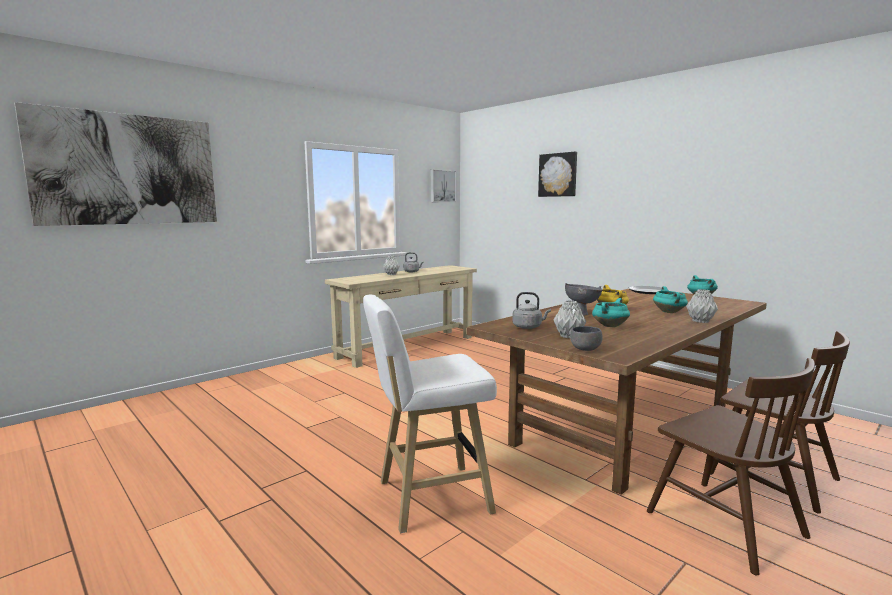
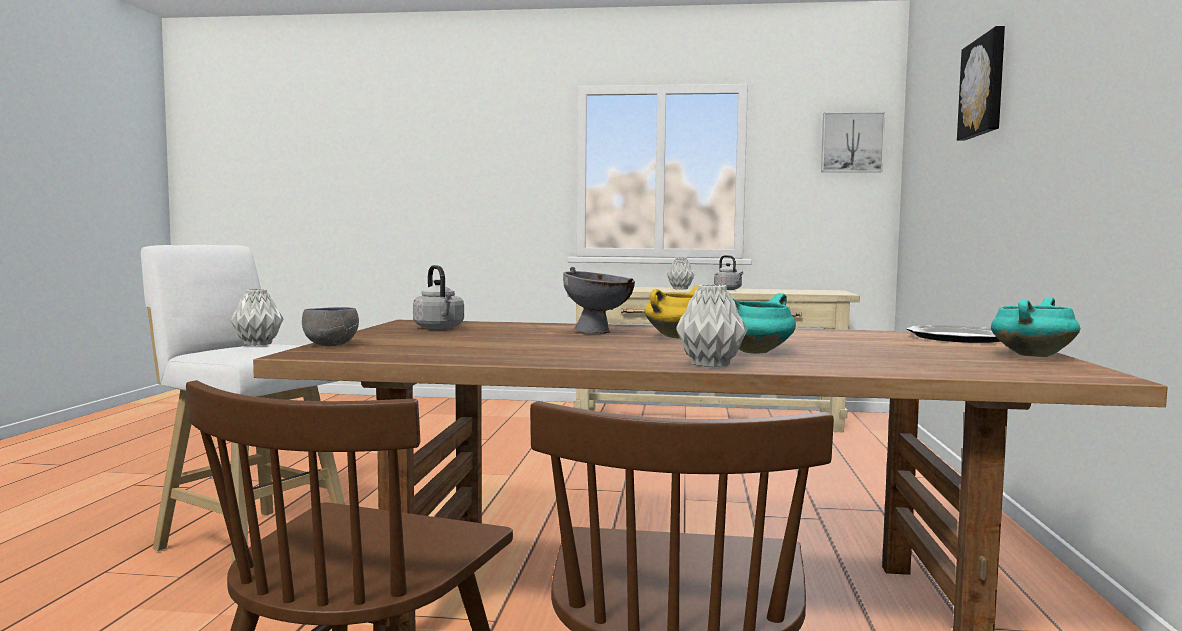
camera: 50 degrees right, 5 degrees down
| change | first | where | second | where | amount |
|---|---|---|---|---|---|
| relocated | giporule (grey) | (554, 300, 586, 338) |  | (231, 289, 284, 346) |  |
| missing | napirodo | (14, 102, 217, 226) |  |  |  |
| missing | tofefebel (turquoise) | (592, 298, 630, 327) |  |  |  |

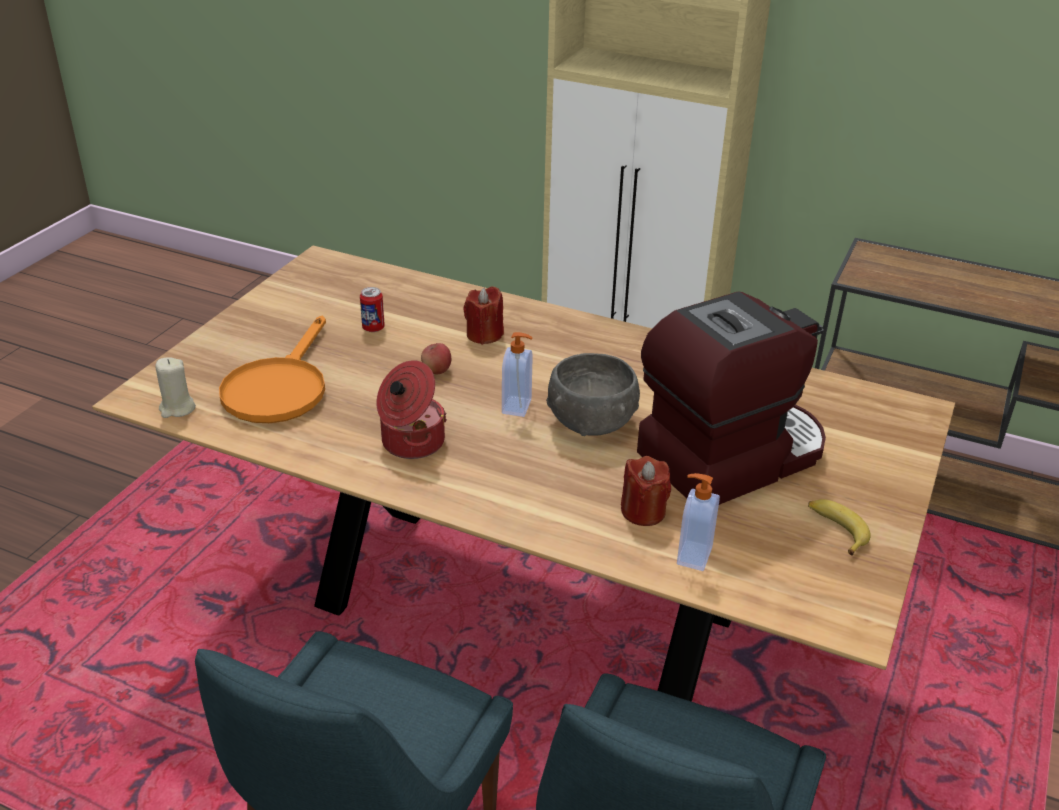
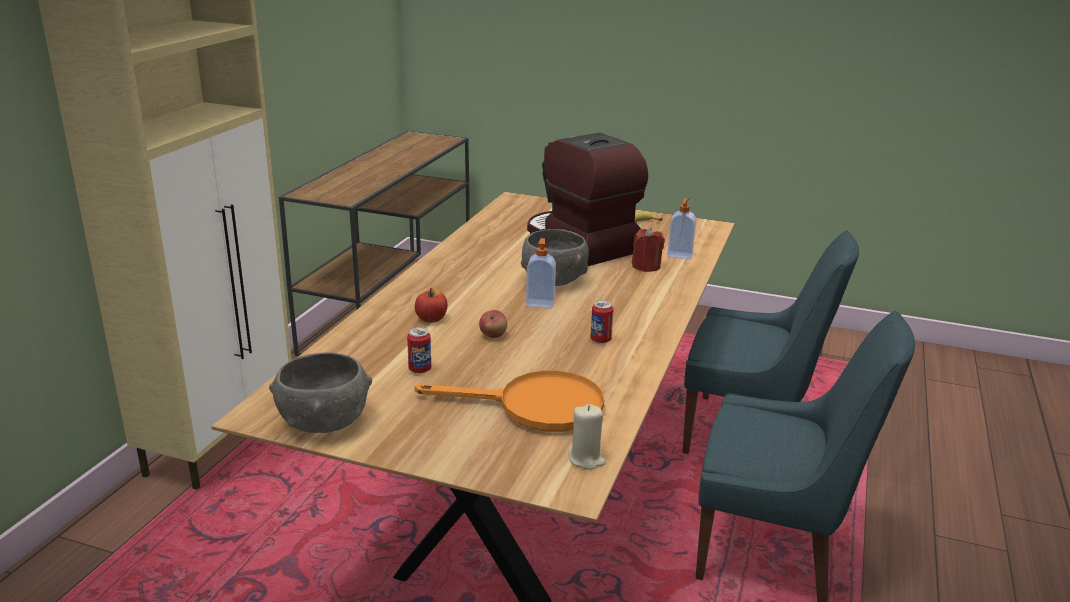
camera: 95 degrees left, 10 degrees down
| change | first | where | second | where | amount |
|---|---|---|---|---|---|
| appeared |  |  | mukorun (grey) | (269, 352, 372, 433) |  |
| exchanged | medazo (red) | (463, 286, 504, 345) | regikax | (415, 288, 447, 323) |  |
| exchanged | tofefebel | (376, 360, 447, 459) | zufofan | (590, 300, 614, 343) |  |

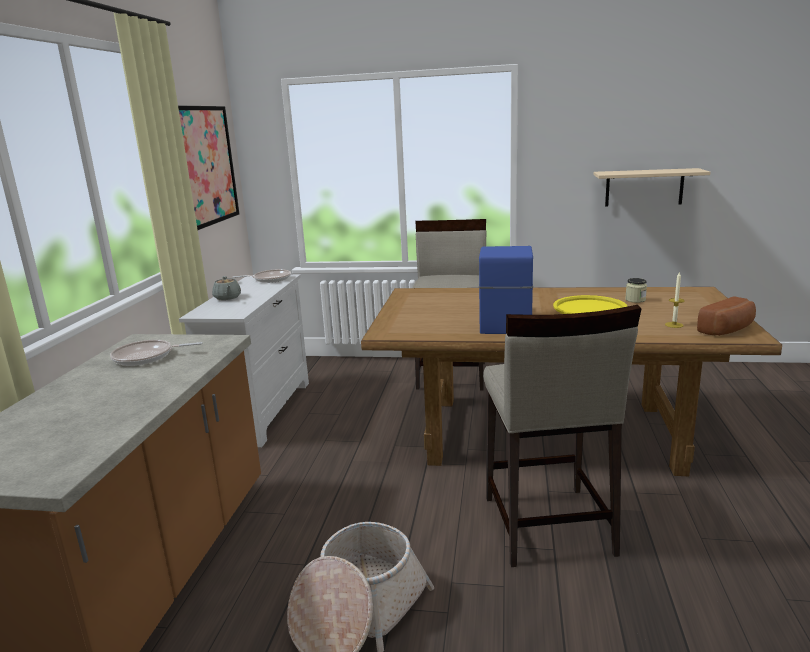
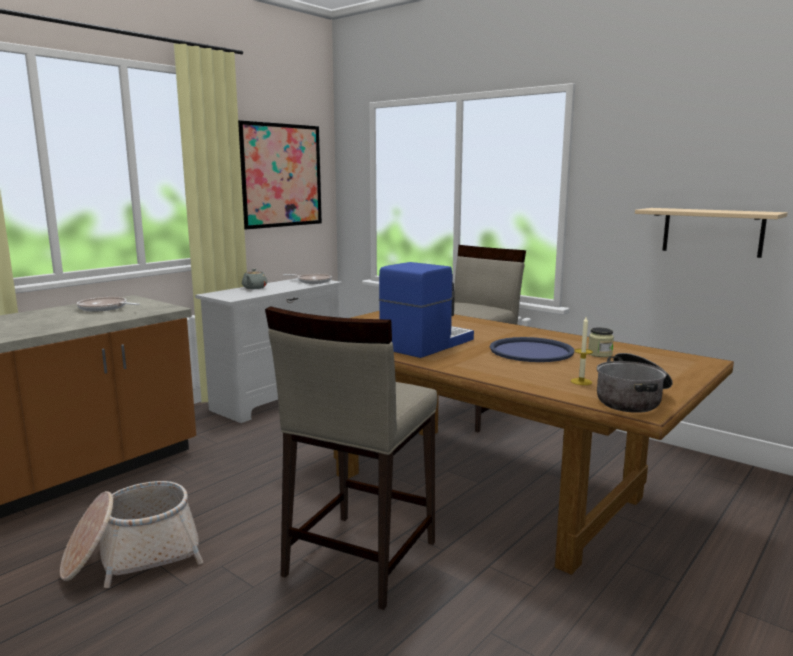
camera: 30 degrees right, 5 degrees down
| change | first | where | second | where | amount |
|---|---|---|---|---|---|
| colour | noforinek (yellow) | (553, 295, 628, 314) | noforinek (blue) | (490, 337, 574, 362) |  |
| exchanged | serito | (697, 297, 756, 336) | tofefebel | (597, 353, 673, 413) |  |

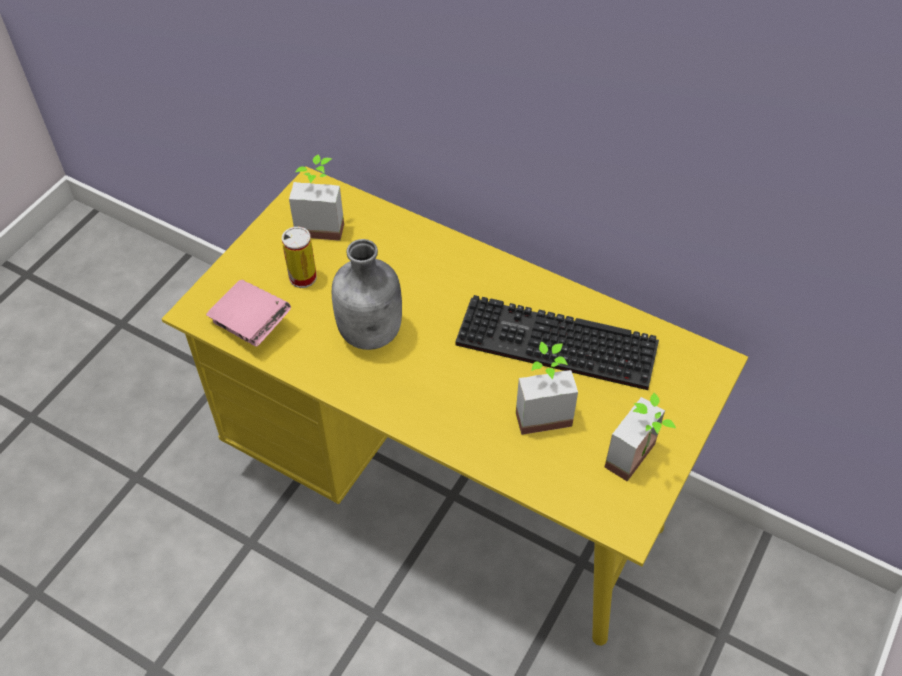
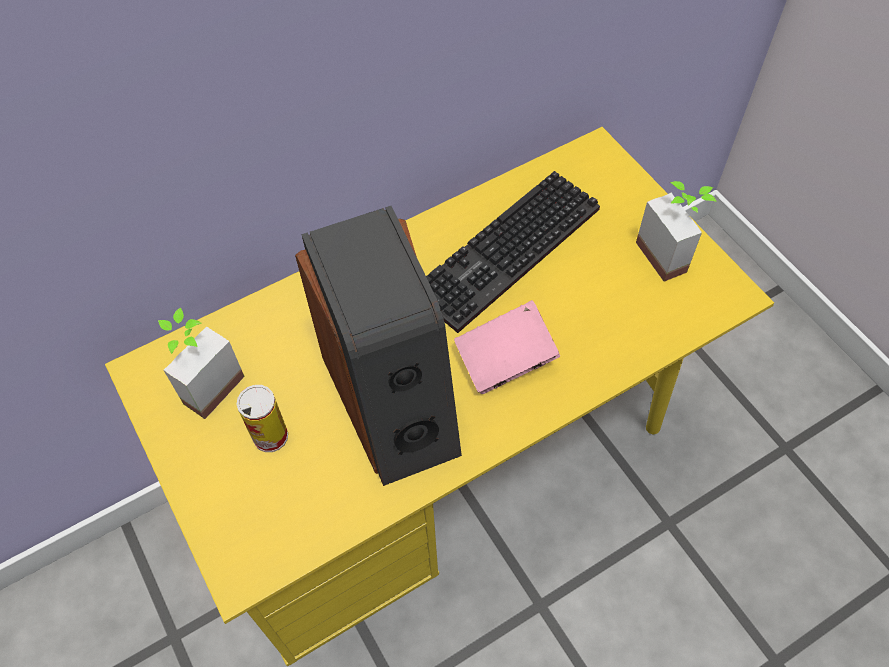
camera: 60 degrees left, 5 degrees up
| change | first | where | second | where | amount |
|---|---|---|---|---|---|
| exchanged | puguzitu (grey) | (332, 239, 402, 350) | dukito | (295, 206, 462, 486) |  |
| relocated | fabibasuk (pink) | (206, 280, 291, 347) |  | (454, 300, 560, 394) |  |
| missing | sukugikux | (516, 341, 578, 435) |  |  |  |

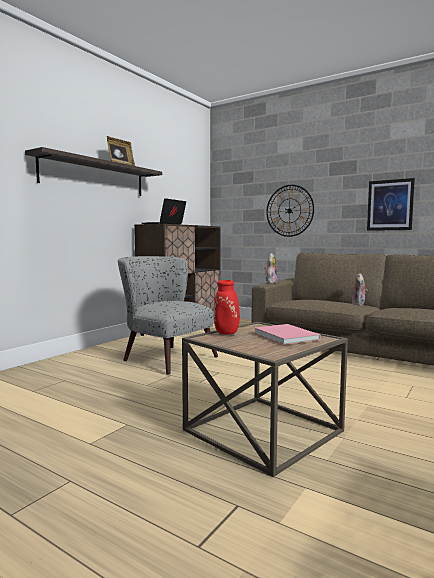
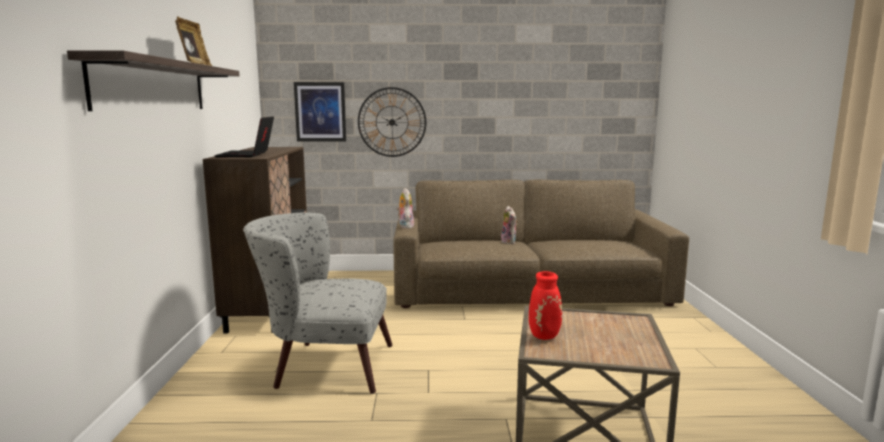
camera: 35 degrees left, 5 degrees up
| change | first | where | second | where | amount |
|---|---|---|---|---|---|
| relocated | napirodo | (367, 178, 415, 231) |  | (294, 82, 346, 142) |  |
| missing | fabibasuk (pink) | (254, 324, 321, 345) |  |  |  |

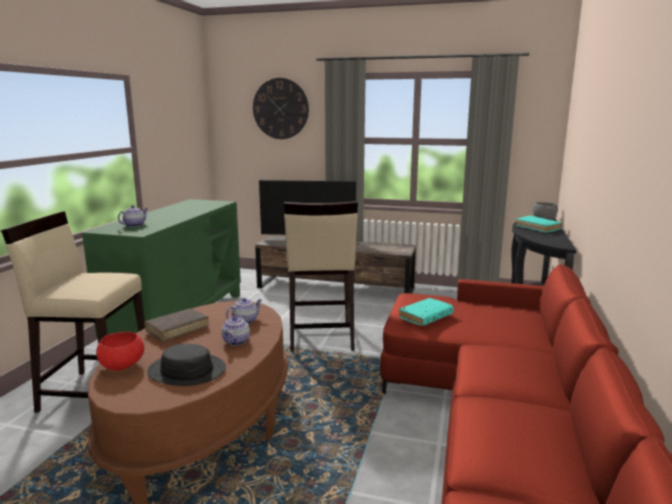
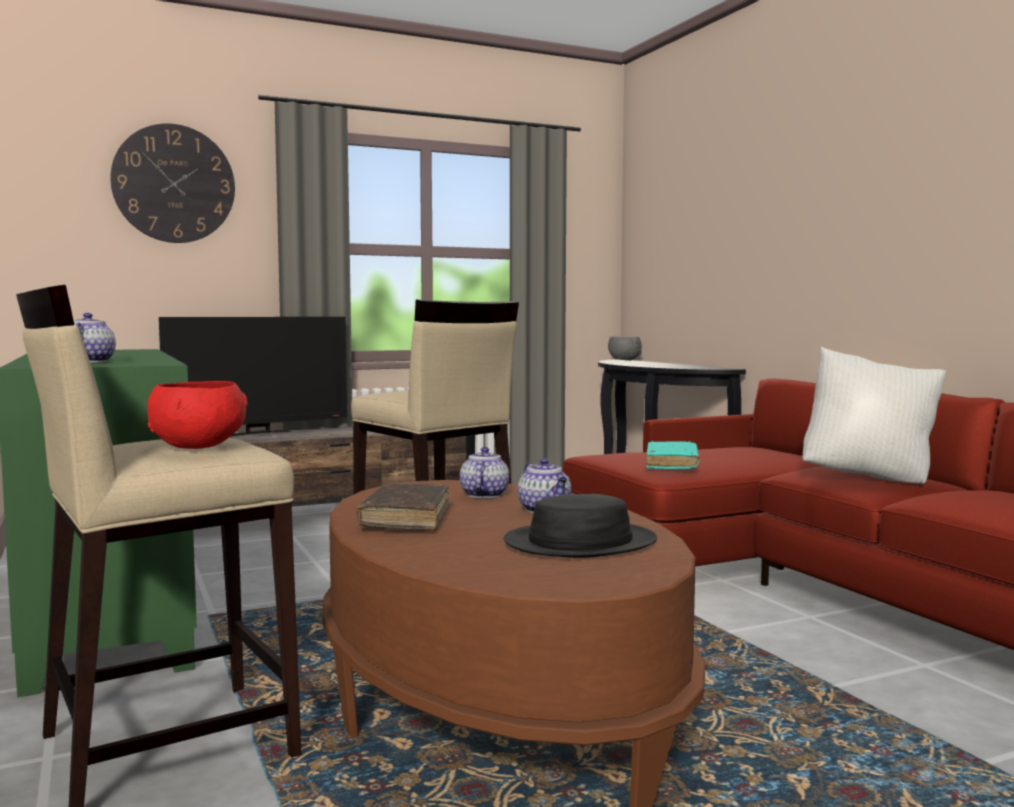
camera: 40 degrees left, 10 degrees down
| change | first | where | second | where | amount |
|---|---|---|---|---|---|
| relocated | mukorun (red) | (96, 332, 144, 371) |  | (147, 381, 248, 449) |  |
| appeared |  |  | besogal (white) | (803, 347, 947, 484) |  |
| missing | fabibasuk (turquoise) | (516, 216, 562, 233) |  |  |  |

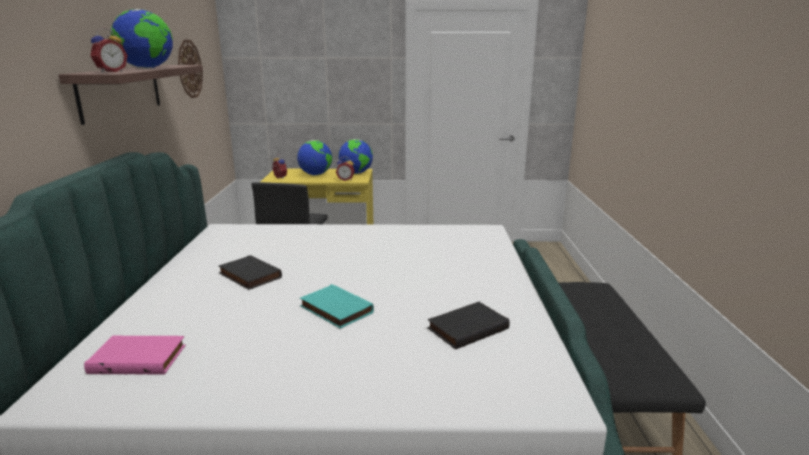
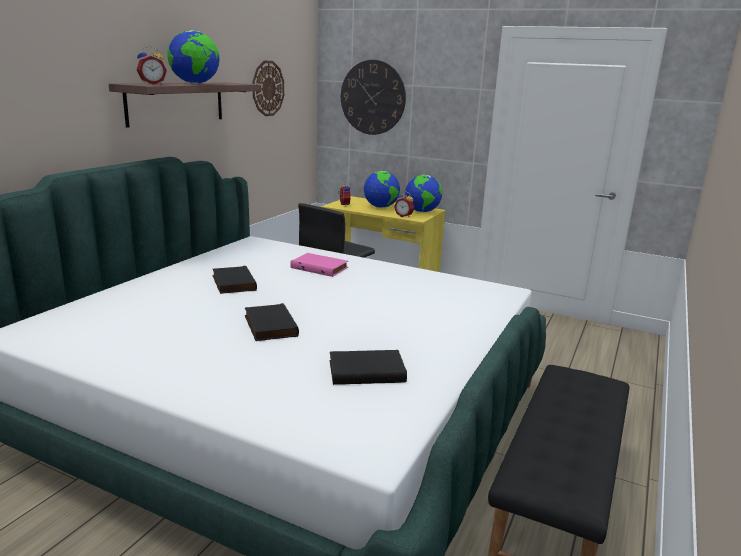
camera: 25 degrees right, 0 degrees up
| change | first | where | second | where | amount |
|---|---|---|---|---|---|
| colour | fabibasuk (turquoise) | (300, 284, 374, 329) | fabibasuk (black) | (245, 303, 299, 341) |  |
| relocated | fabibasuk (pink) | (84, 335, 186, 375) |  | (290, 253, 348, 277) |  |
| appeared |  |  | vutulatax | (341, 60, 406, 135) |  |

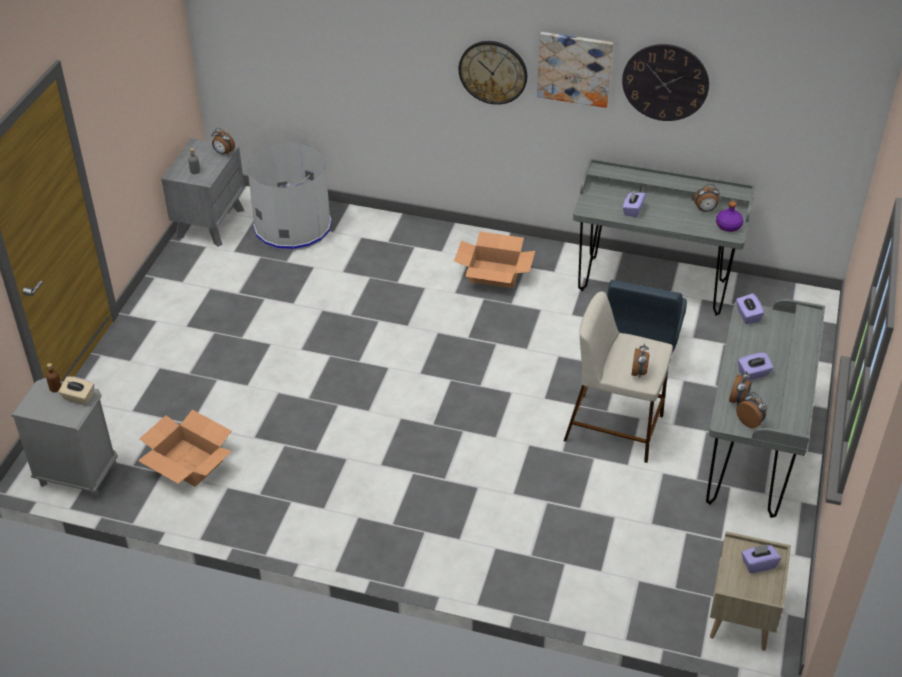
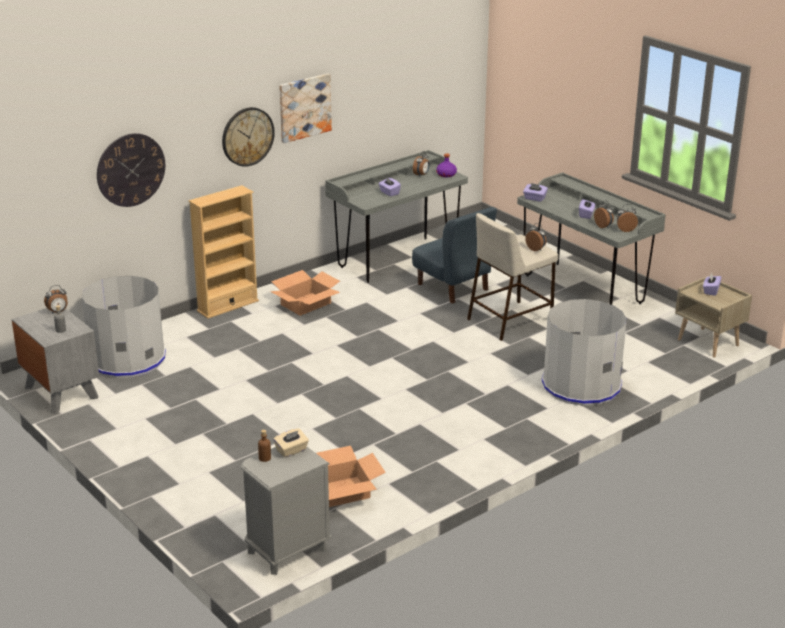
camera: 55 degrees left, 15 degrees down
| change | first | where | second | where | amount |
|---|---|---|---|---|---|
| relocated | vutulatax | (622, 44, 709, 121) |  | (97, 133, 165, 207) |  |
| appeared |  |  | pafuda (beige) | (188, 185, 259, 319) |  |
| appeared |  |  | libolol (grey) | (542, 299, 627, 406) |  |

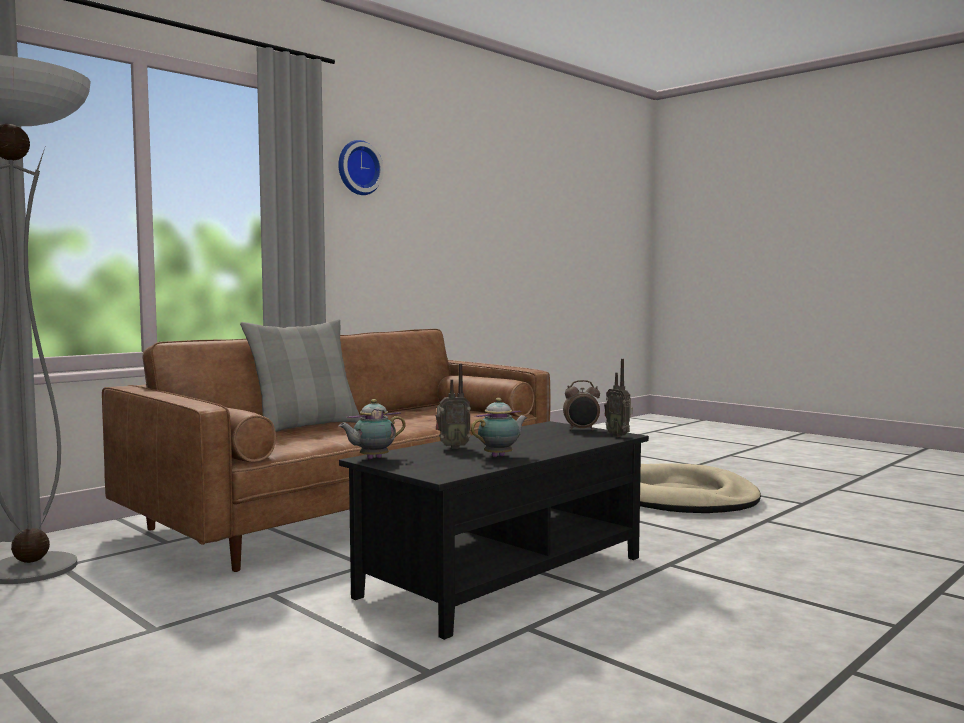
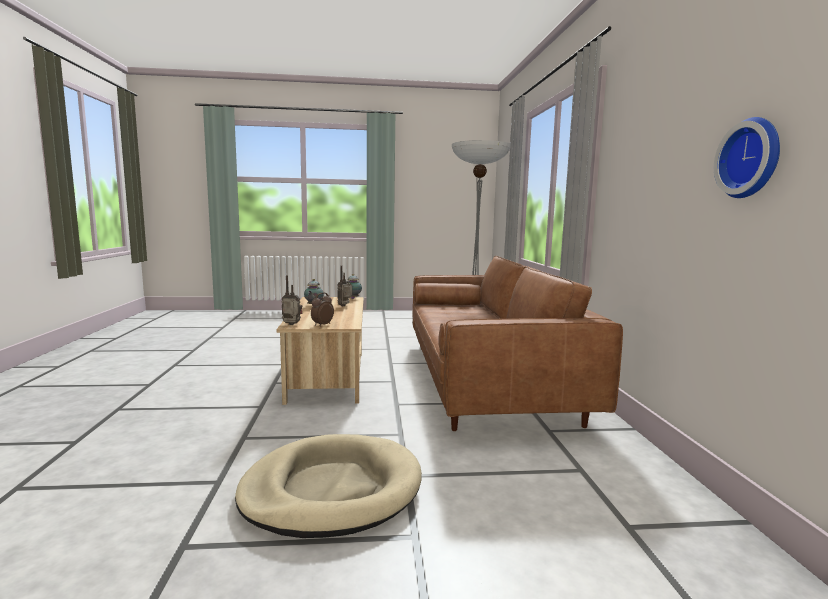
camera: 130 degrees right, 5 degrees up
| change | first | where | second | where | amount |
|---|---|---|---|---|---|
| colour | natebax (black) | (339, 421, 649, 640) | natebax (beige) | (276, 297, 364, 405) |  |
| relocated | vutulatax | (338, 140, 384, 195) |  | (714, 117, 780, 198) |  |
| missing | besogal (grey) | (240, 319, 360, 431) |  |  |  |

